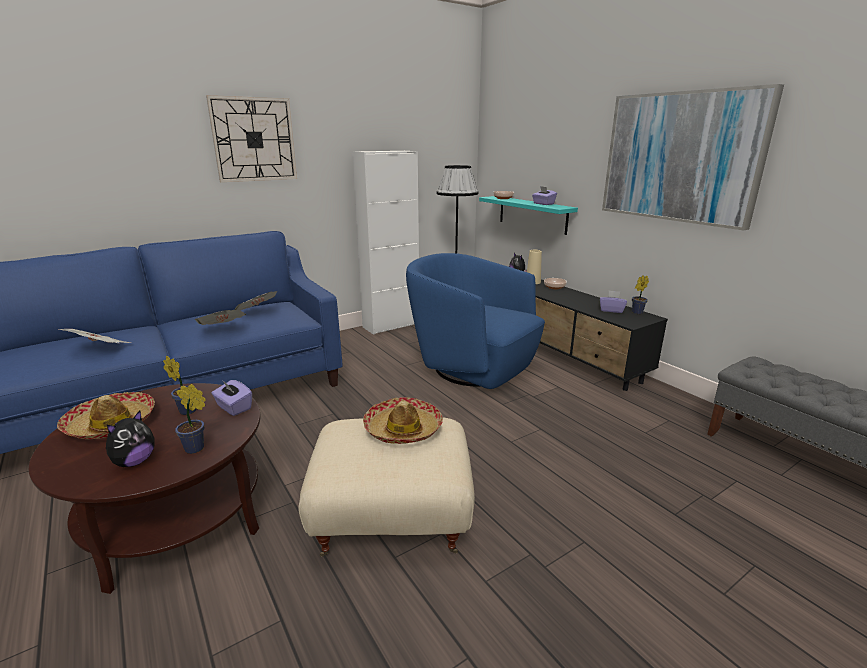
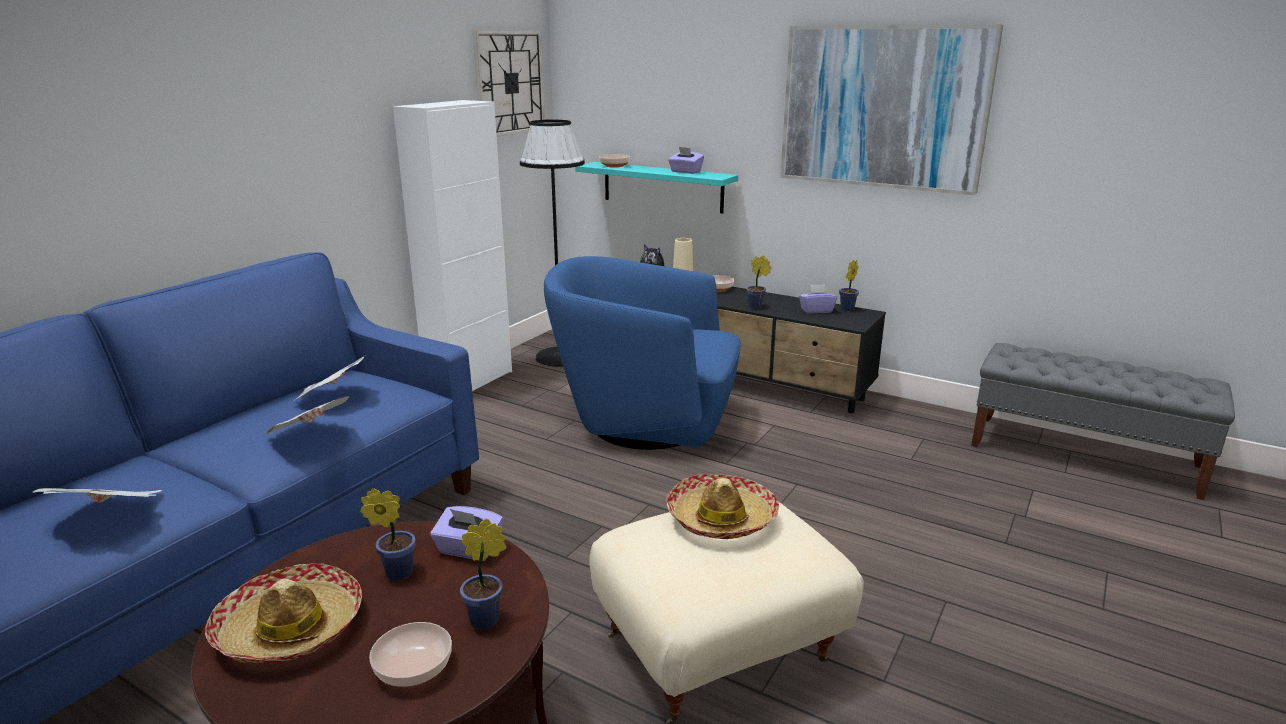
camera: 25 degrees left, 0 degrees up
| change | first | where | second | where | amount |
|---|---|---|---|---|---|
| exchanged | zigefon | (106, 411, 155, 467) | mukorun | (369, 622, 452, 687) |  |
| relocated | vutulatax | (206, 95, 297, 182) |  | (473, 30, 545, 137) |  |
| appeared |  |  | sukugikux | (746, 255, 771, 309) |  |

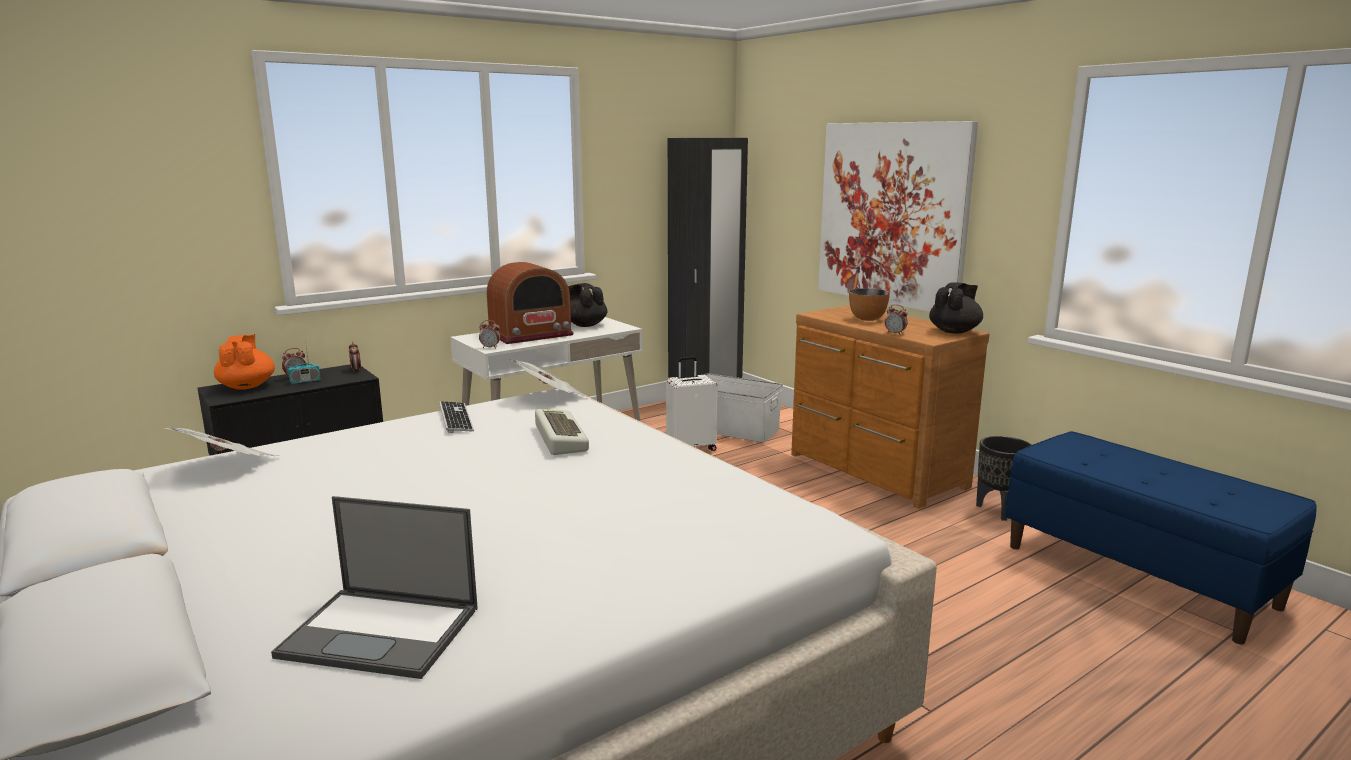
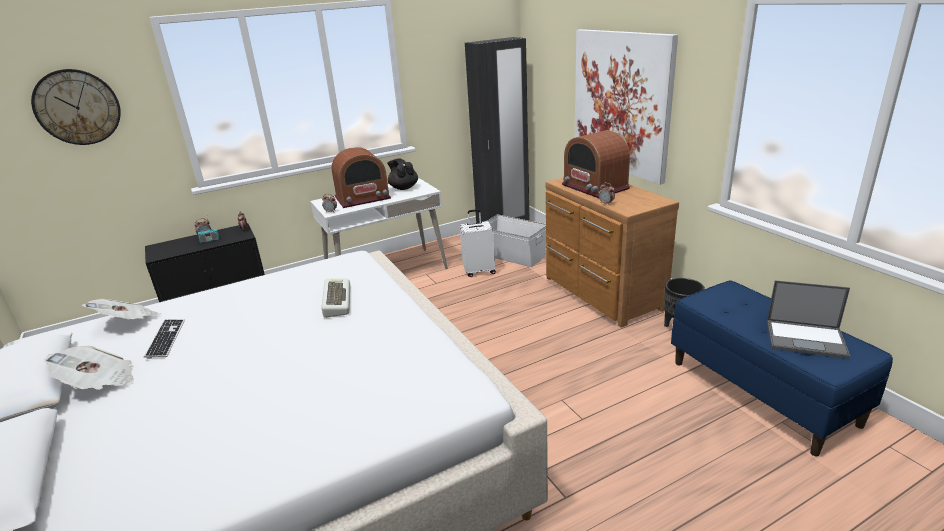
camera: 10 degrees right, 10 degrees up
| change | first | where | second | where | amount |
|---|---|---|---|---|---|
| appeared |  |  | vutulatax | (31, 69, 121, 145) |  |
| relocated | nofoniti | (511, 360, 587, 396) |  | (45, 346, 134, 390) |  |
| relocated | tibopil | (439, 401, 474, 433) |  | (144, 319, 185, 359) |  |
| exchanged | mukorun | (849, 288, 890, 321) | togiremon | (562, 130, 630, 198) |  |
| relocated | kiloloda | (271, 496, 478, 679) |  | (767, 280, 850, 359) |  |
| missing | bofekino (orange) | (214, 334, 275, 390) |  |  |  |
| missing | bofekino (black) | (929, 282, 983, 333) |  |  |  |

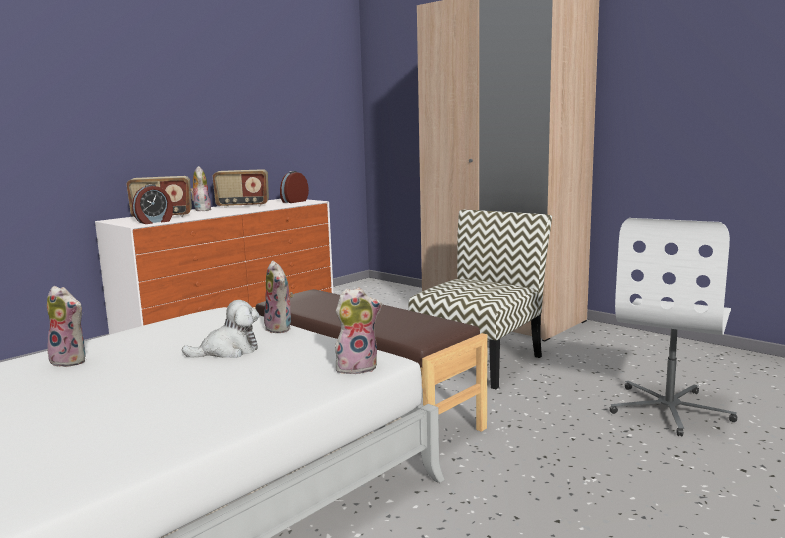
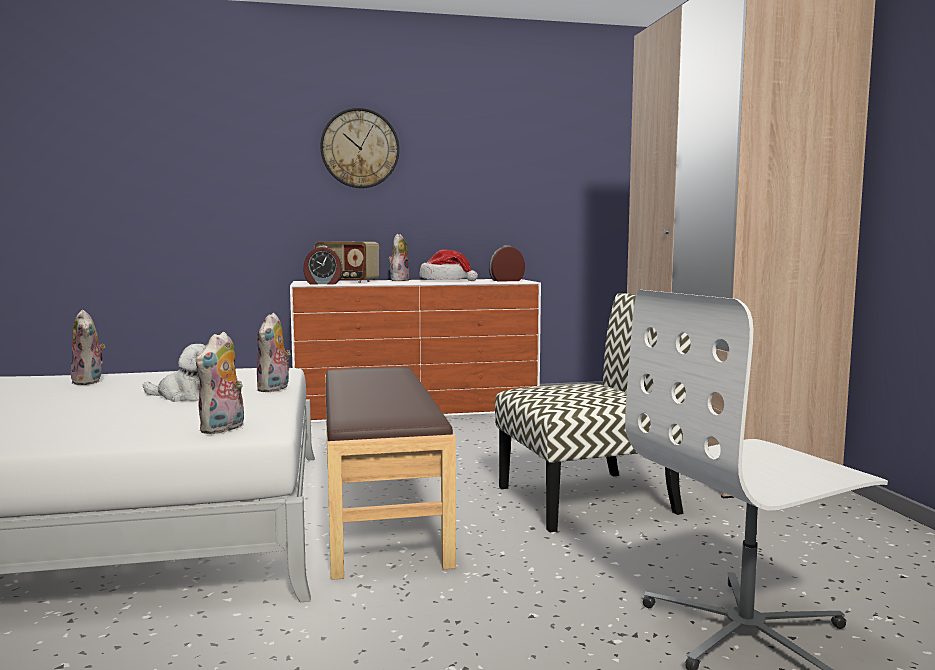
camera: 35 degrees right, 5 degrees down
| change | first | where | second | where | amount |
|---|---|---|---|---|---|
| spun | zigefon | (335, 288, 382, 374) |  | (196, 332, 244, 434) | 90 degrees clockwise |
| appeared |  |  | vutulatax | (321, 108, 399, 188) |  |
| exchanged | togiremon | (212, 169, 269, 208) | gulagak | (420, 249, 478, 281) |  |

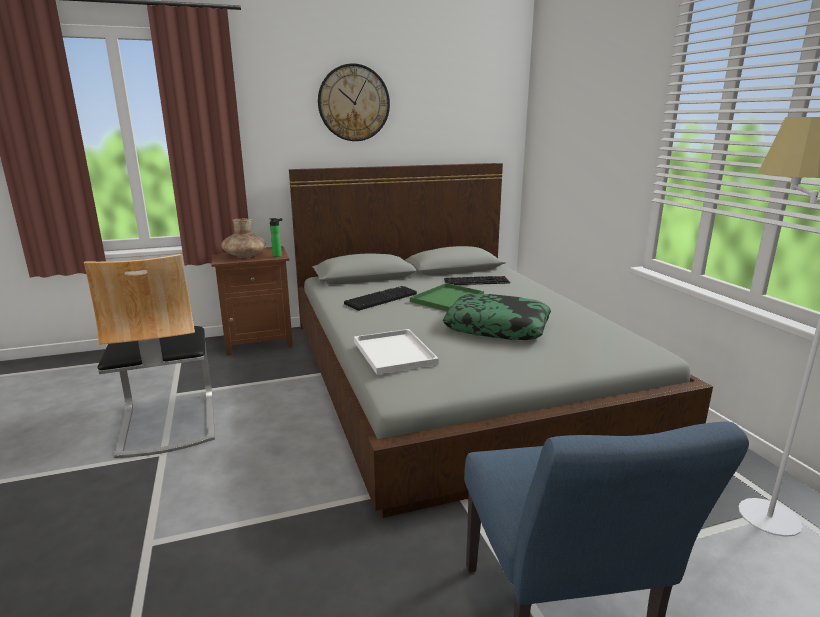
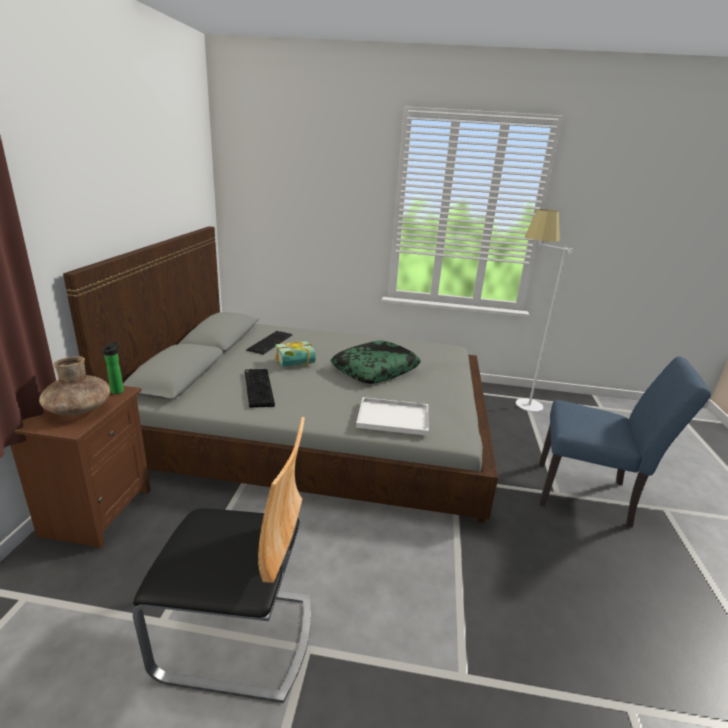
camera: 65 degrees left, 5 degrees up
| change | first | where | second | where | amount |
|---|---|---|---|---|---|
| exchanged | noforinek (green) | (410, 283, 484, 312) | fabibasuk | (275, 341, 316, 367) |  |
| missing | vutulatax | (318, 63, 390, 141) |  |  |  |

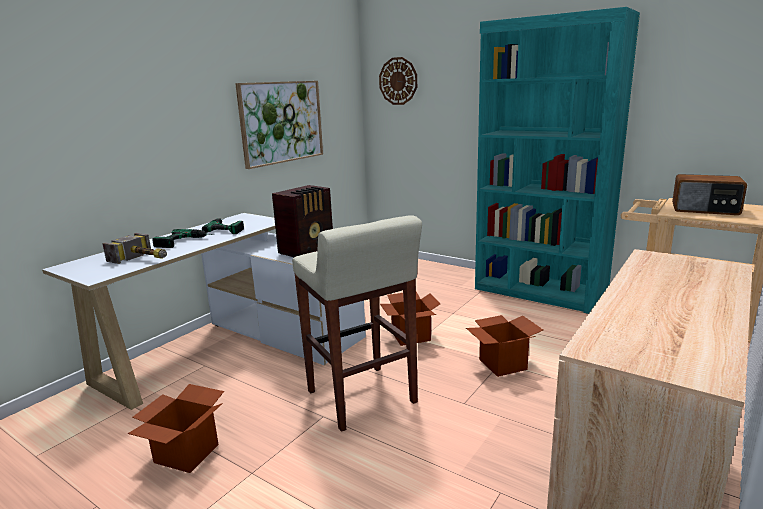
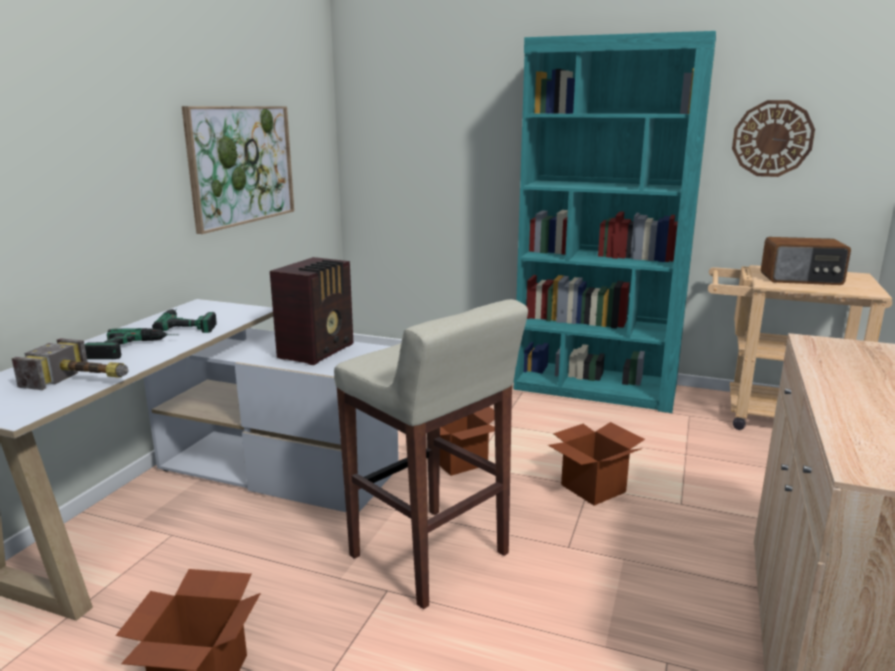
camera: 15 degrees left, 0 degrees up
| change | first | where | second | where | amount |
|---|---|---|---|---|---|
| relocated | vutulatax | (379, 57, 417, 105) |  | (732, 100, 815, 177) |  |

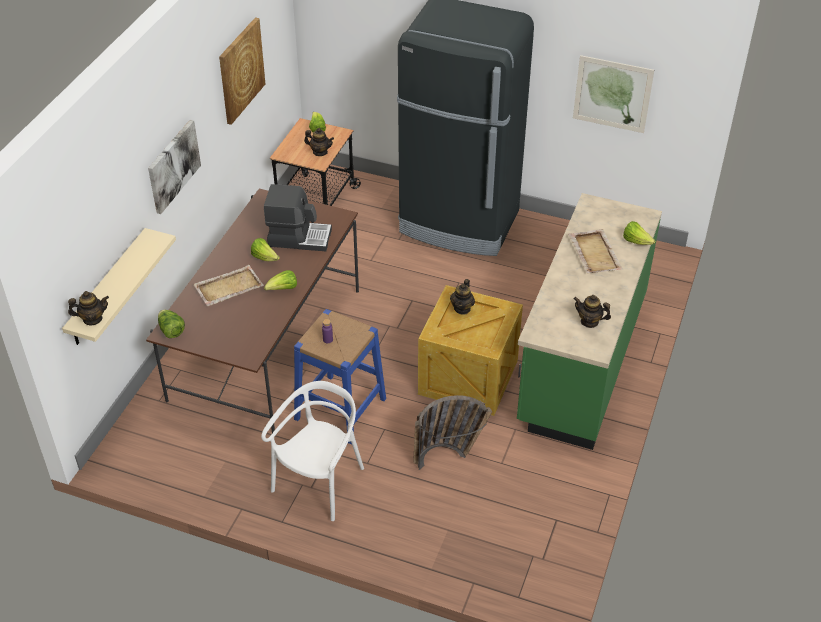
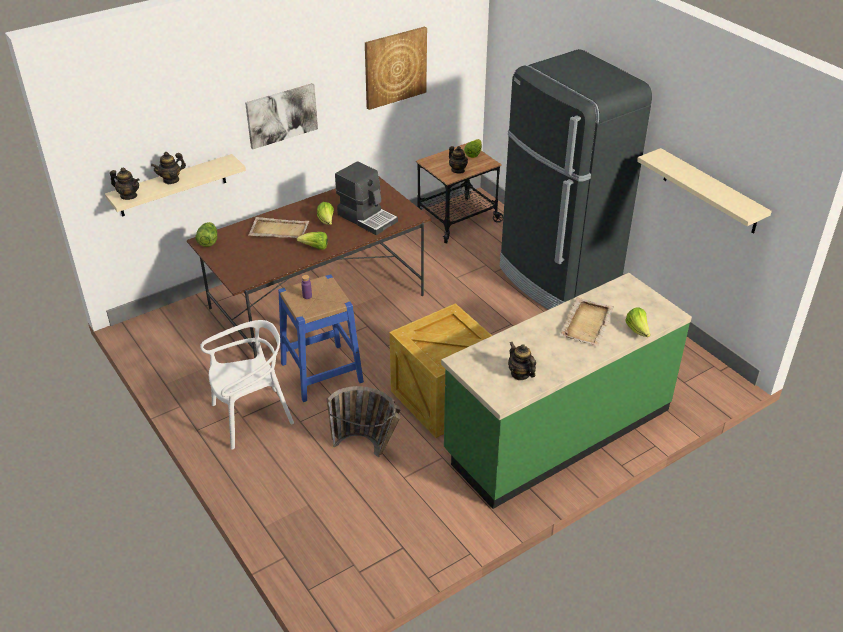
camera: 35 degrees right, 5 degrees down
| change | first | where | second | where | amount |
|---|---|---|---|---|---|
| relocated | bofekino | (450, 279, 475, 315) |  | (151, 152, 186, 184) |  |
| exchanged | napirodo | (573, 55, 654, 133) | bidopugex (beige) | (637, 148, 772, 234) |  |

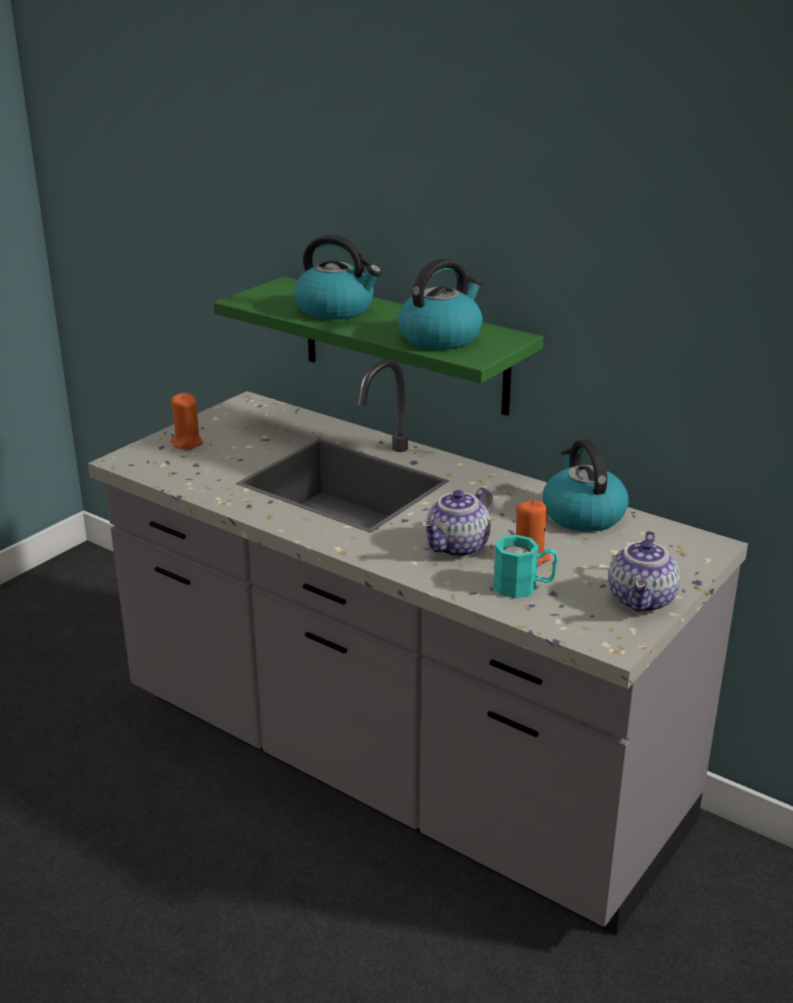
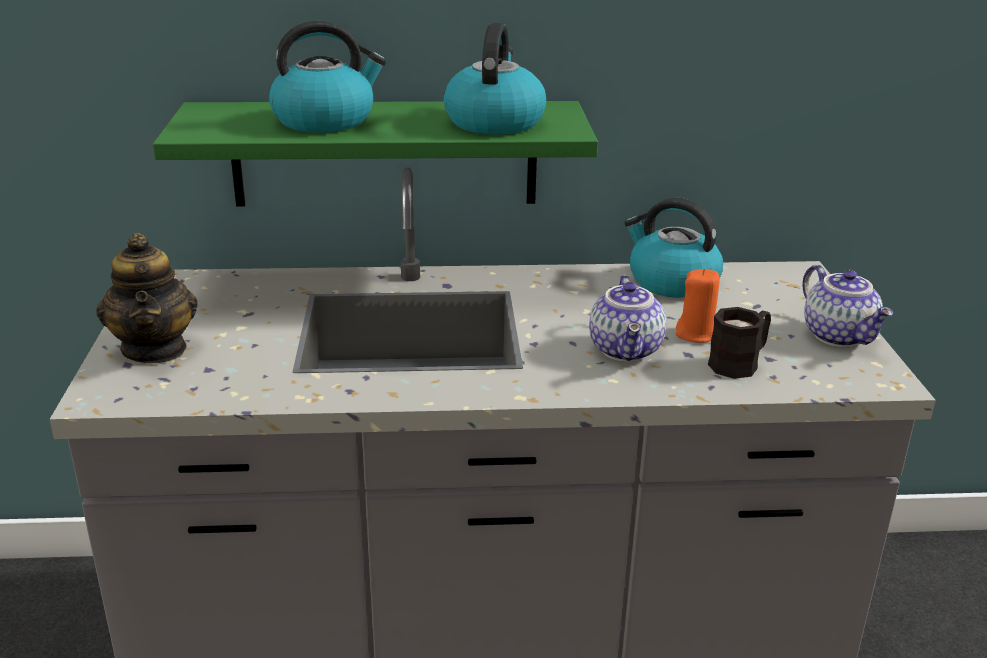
camera: 40 degrees left, 0 degrees up
| change | first | where | second | where | amount |
|---|---|---|---|---|---|
| exchanged | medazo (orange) | (170, 393, 203, 449) | bofekino | (96, 233, 198, 363) |  |
| colour | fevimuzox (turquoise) | (493, 535, 558, 599) | fevimuzox (black) | (708, 307, 771, 379) |  |

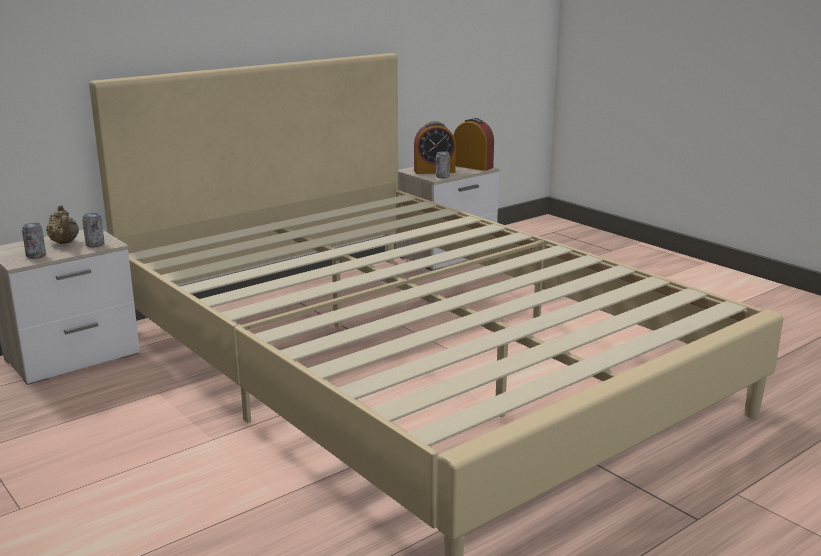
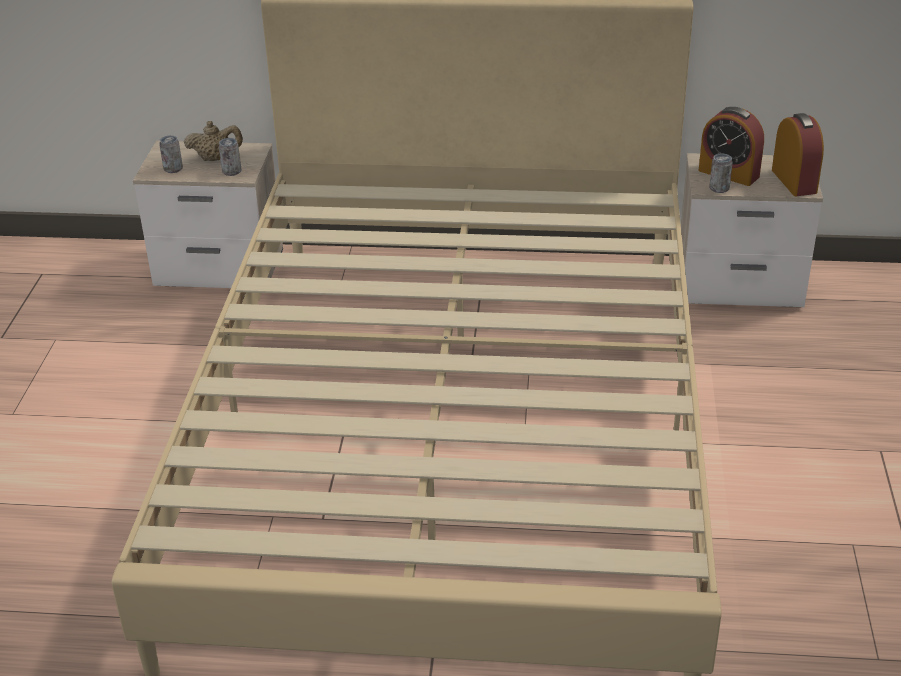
camera: 45 degrees right, 15 degrees up
| change | first | where | second | where | amount |
|---|---|---|---|---|---|
| spun | bofekino (beige) | (46, 205, 79, 244) |  | (184, 121, 243, 161) | 105 degrees counterclockwise |

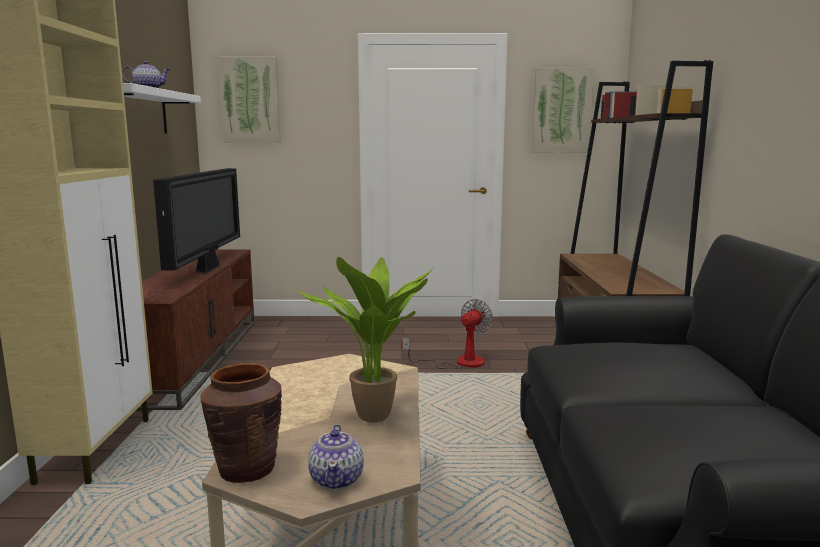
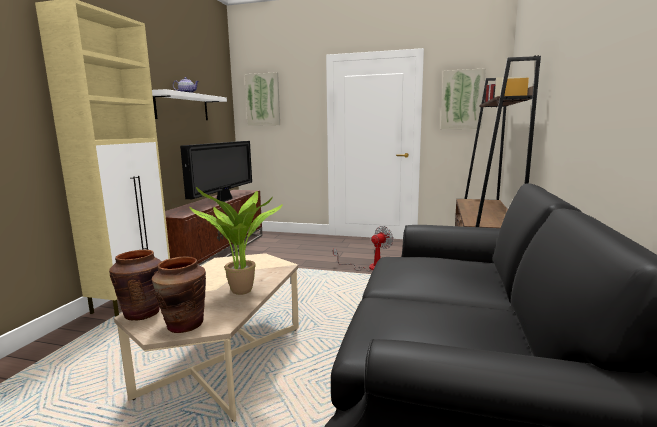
camera: 15 degrees right, 0 degrees up
| change | first | where | second | where | amount |
|---|---|---|---|---|---|
| exchanged | bofekino | (308, 424, 364, 490) | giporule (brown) | (152, 257, 206, 333) |  |

